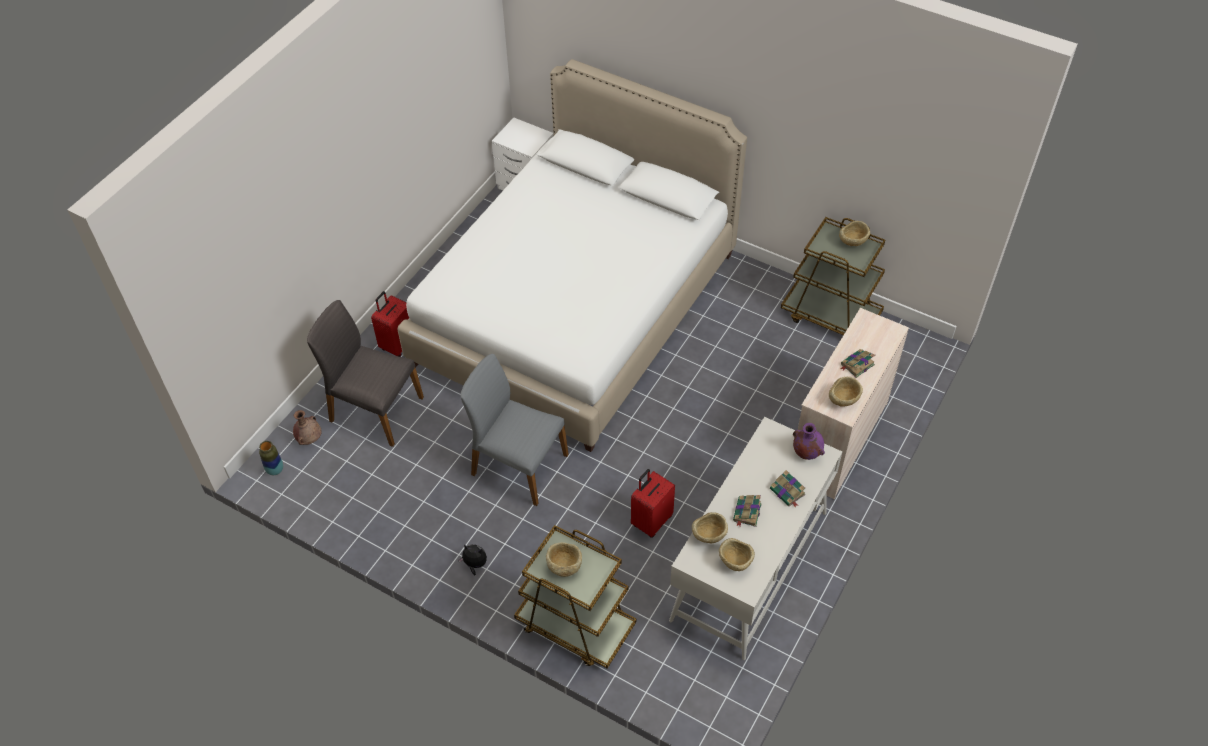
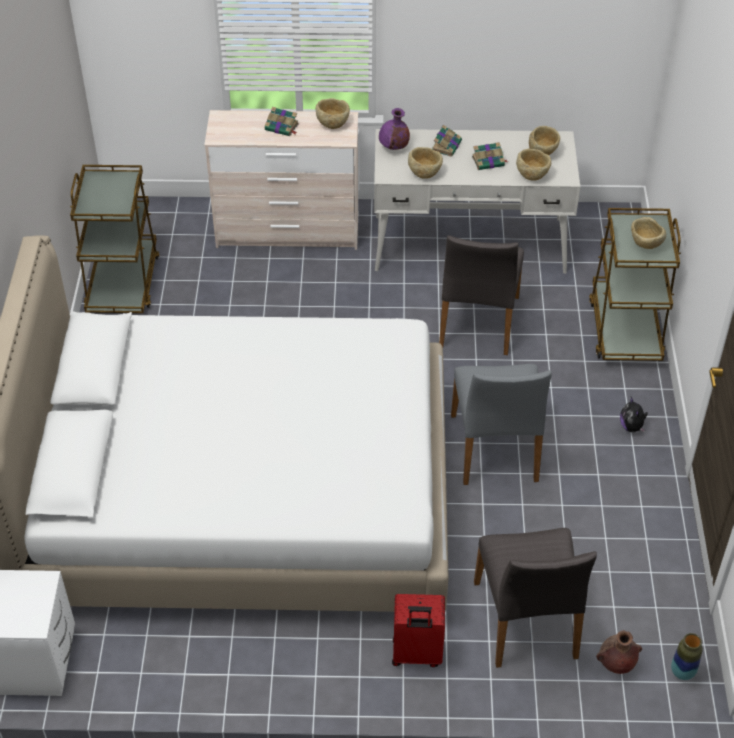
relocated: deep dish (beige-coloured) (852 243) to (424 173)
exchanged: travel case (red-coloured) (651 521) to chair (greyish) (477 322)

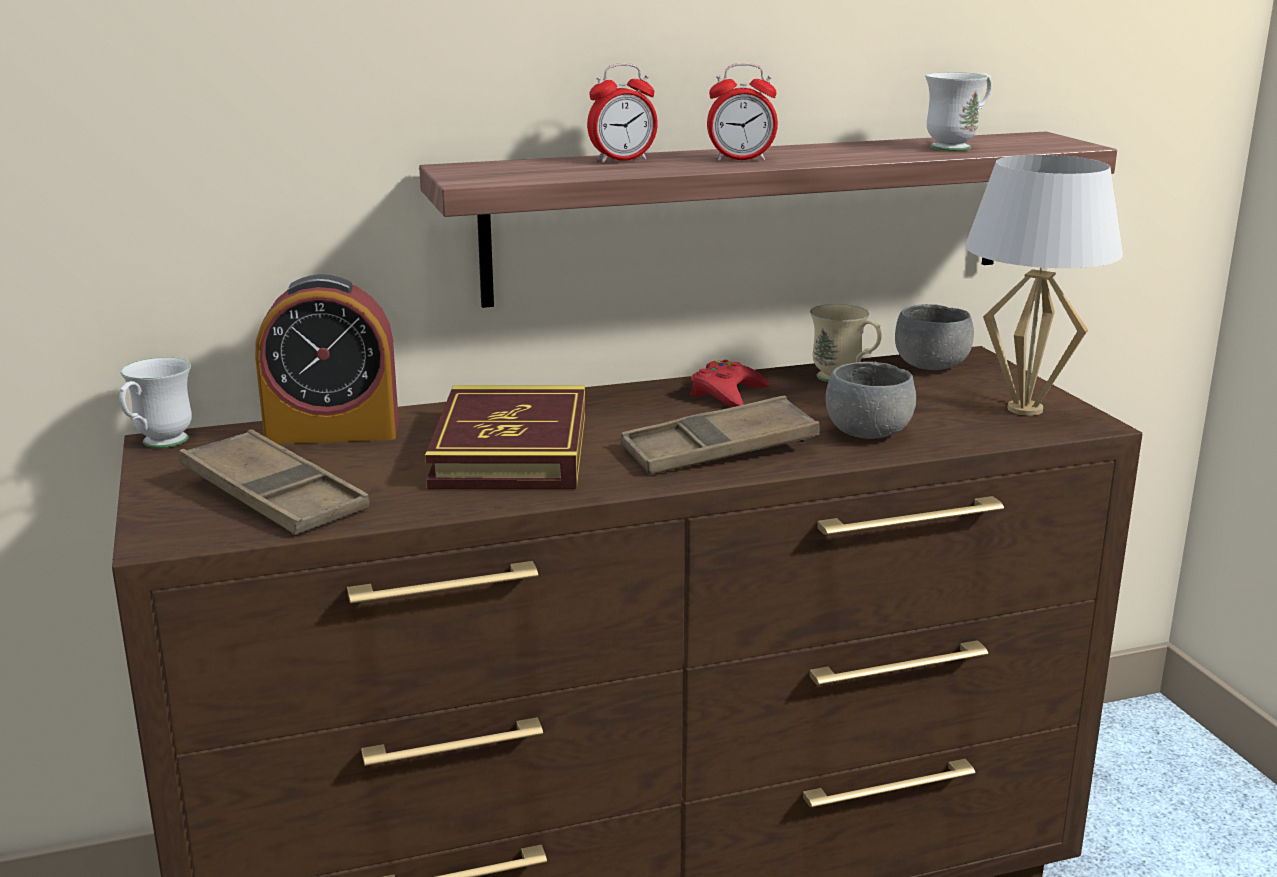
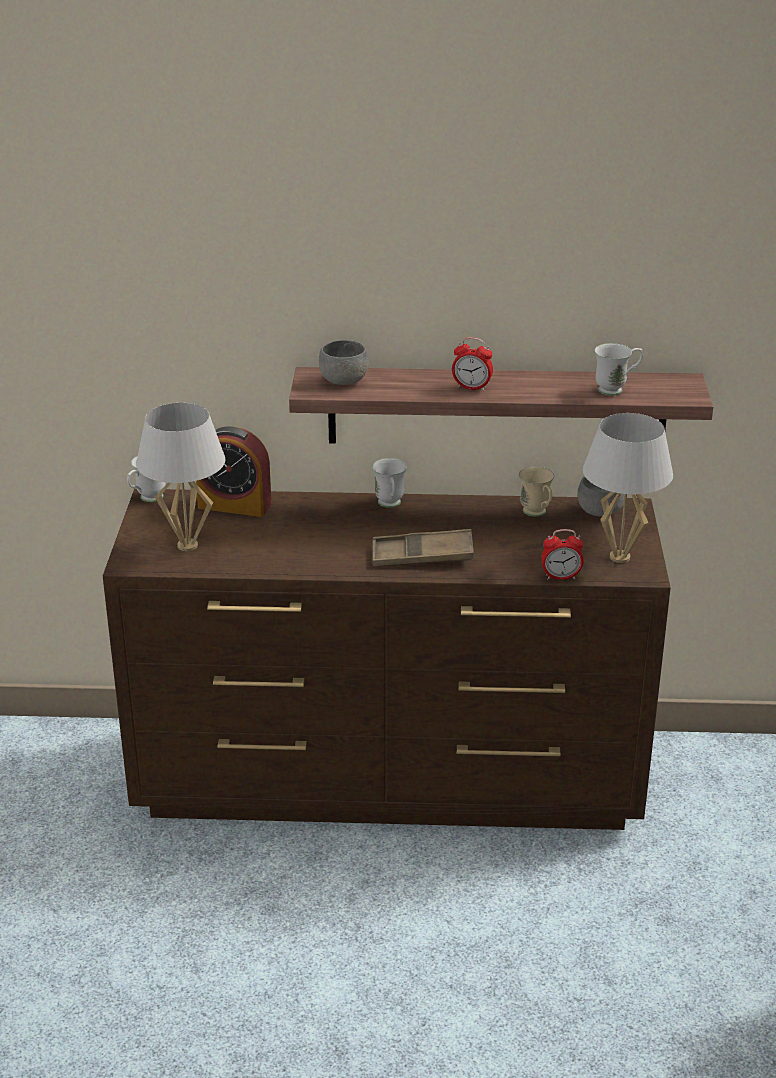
missing: gamepad (red-coloured) (727 393); volume (511 449)
appeared: mug (white-coloured) (390 505)
relocated: bedside clock (622 160) to (561 577); deep dish (greyish) (868 433) to (344 381)
exchanged: tray (brownish) (274 496) to lamp for a table (white-coloured) (187 546)

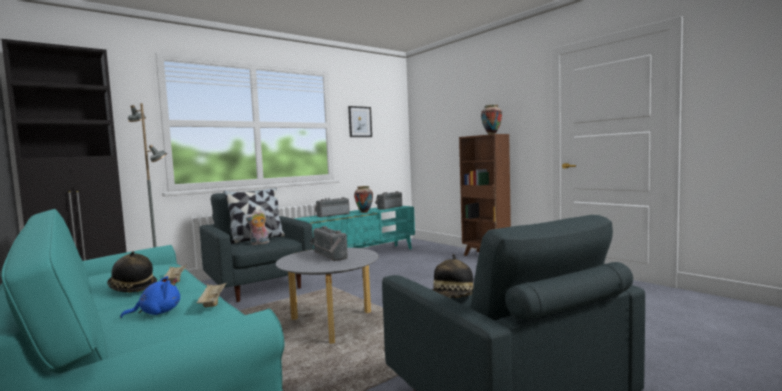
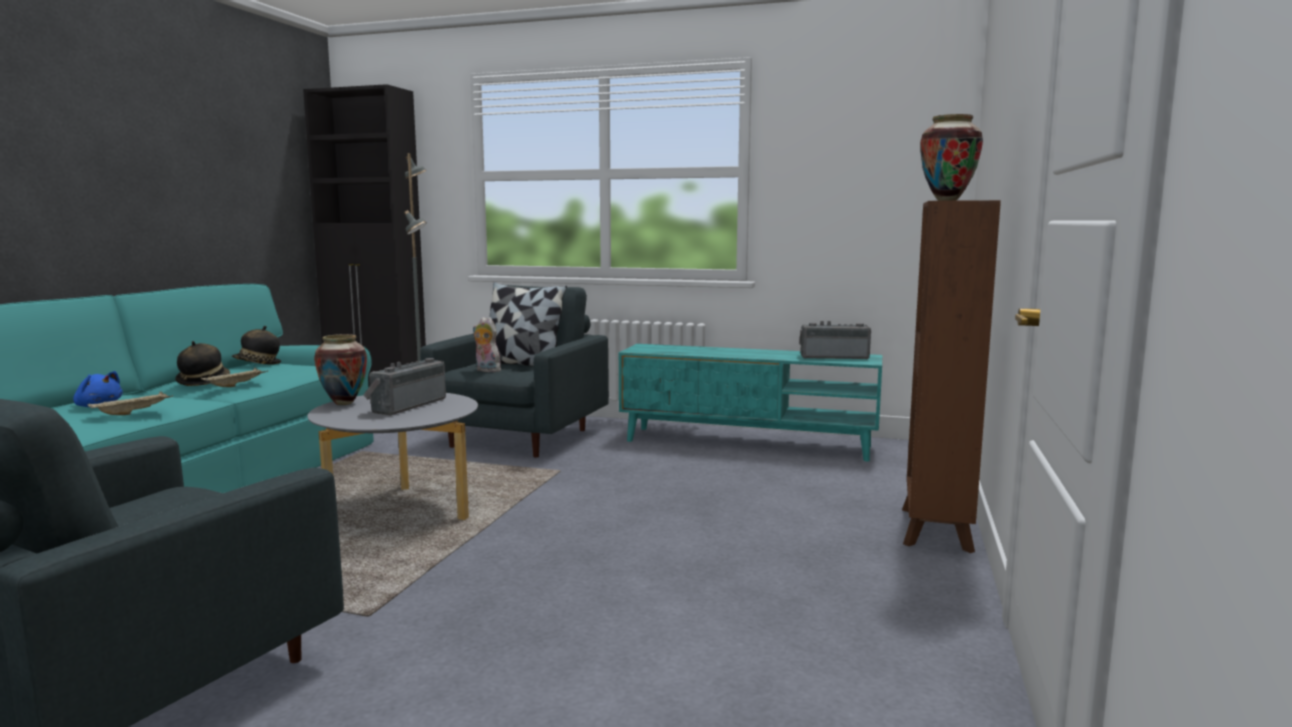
missing: picture (360 122); radio set (332 215)
relocated: flower vase (364 212) to (343 403); clothing hat (453 299) to (257 364)

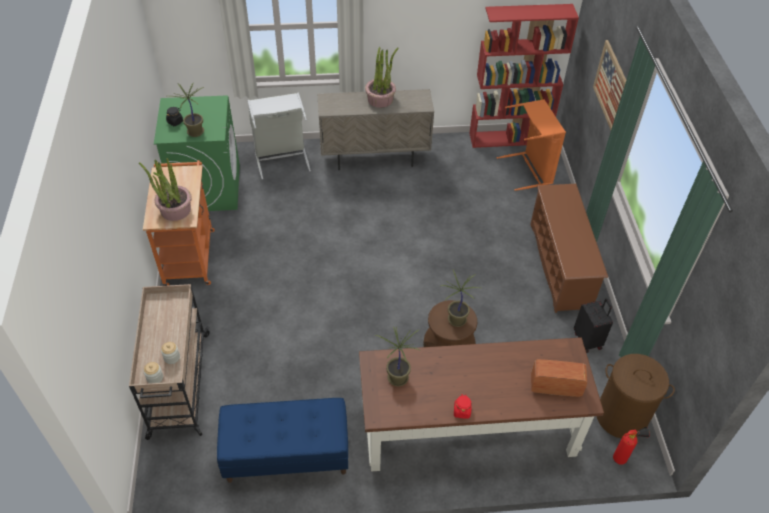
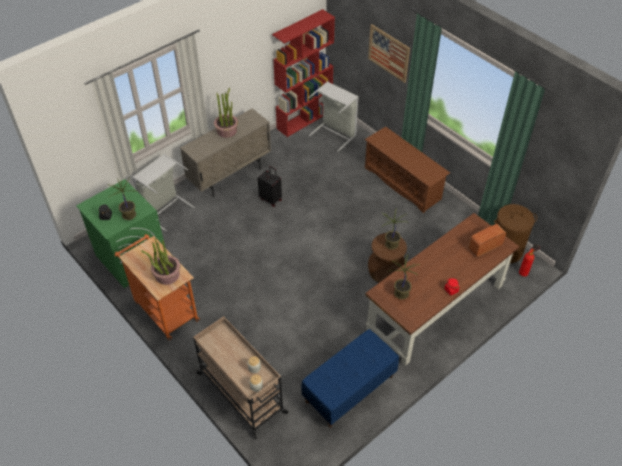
relocated: travel case (blackish) (588 340) to (271 199)
colour: hamper (orange) (530 170) to hamper (greyish) (335 133)

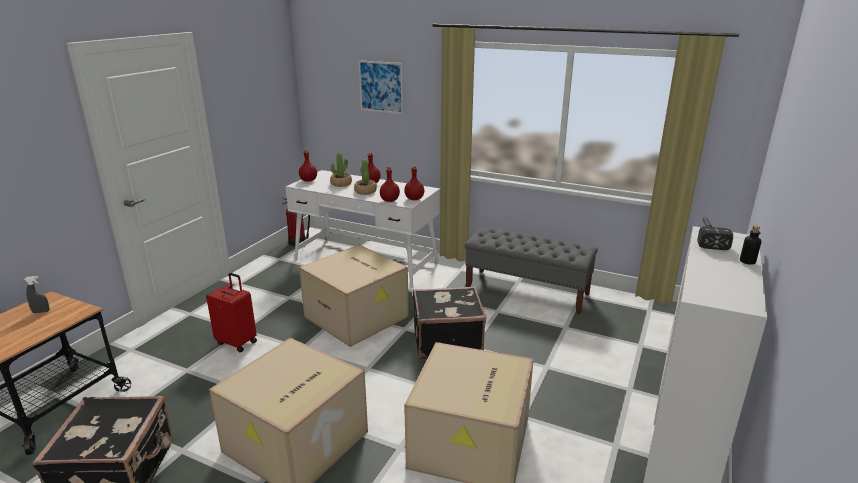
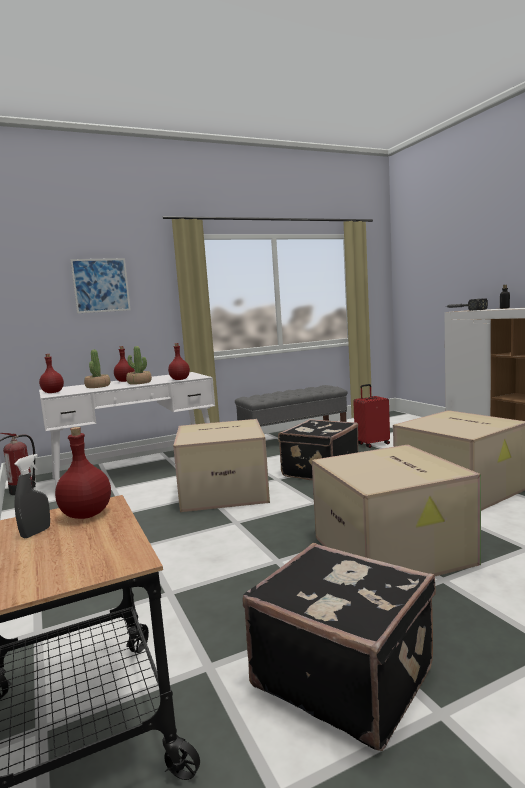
relocated: beverage bottle (red-coloured) (414 199) to (87 515); travel case (red-coloured) (237 342) to (372 444)

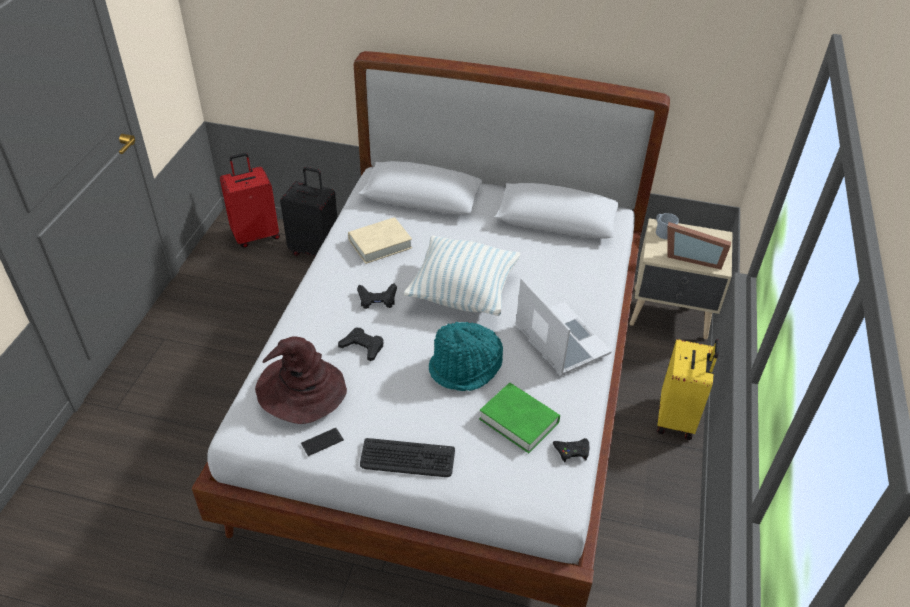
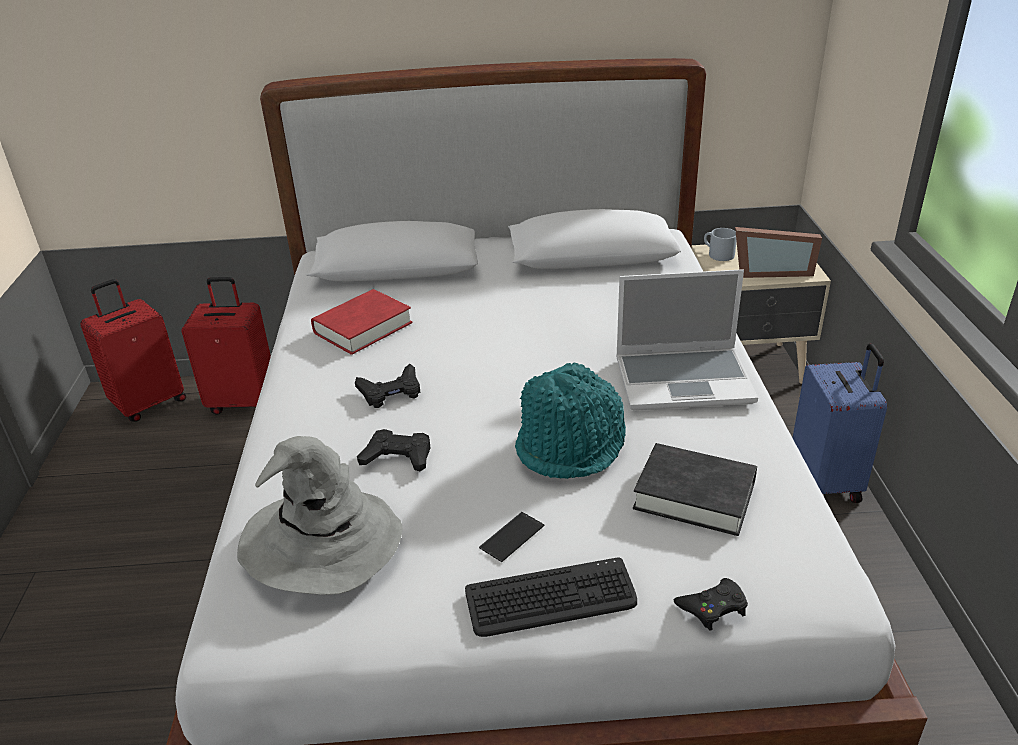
missing: throw pillow (463 293)
relocated: handset (322 442) to (512 537); gamepad (blackish) (572 451) to (713 607)
colour: travel case (blackish) (315 250) to travel case (red-coloured) (244 401); volume (beige-coloured) (380 244) to volume (red-coloured) (363 328); clothing hat (brownish) (300 390) to clothing hat (greyish) (319 544); travel case (yellow) (677 418) to travel case (blue) (827 481); volume (green) (519 421) to volume (blackish) (694 495)
spun: laptop (559 340) = (685 380) 135 degrees clockwise

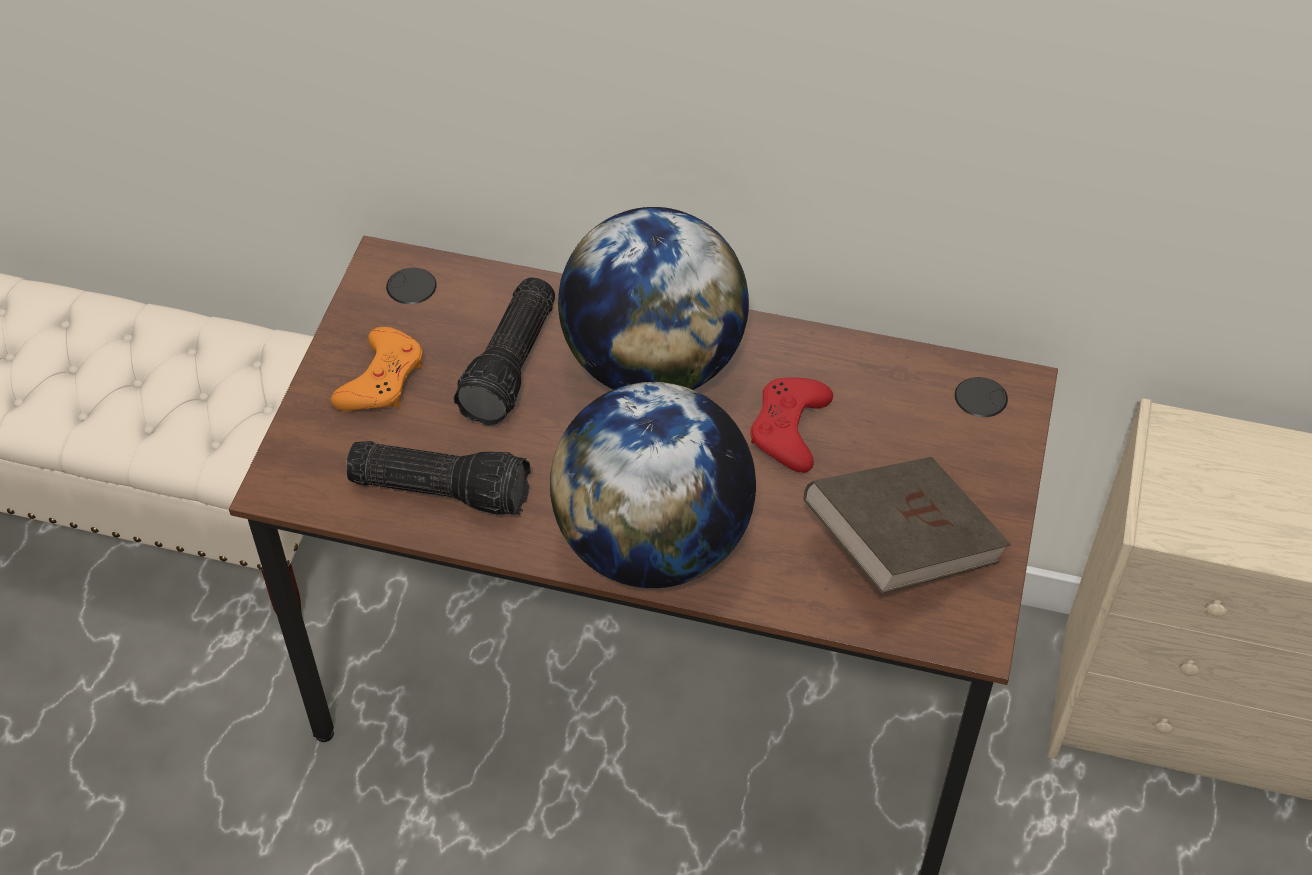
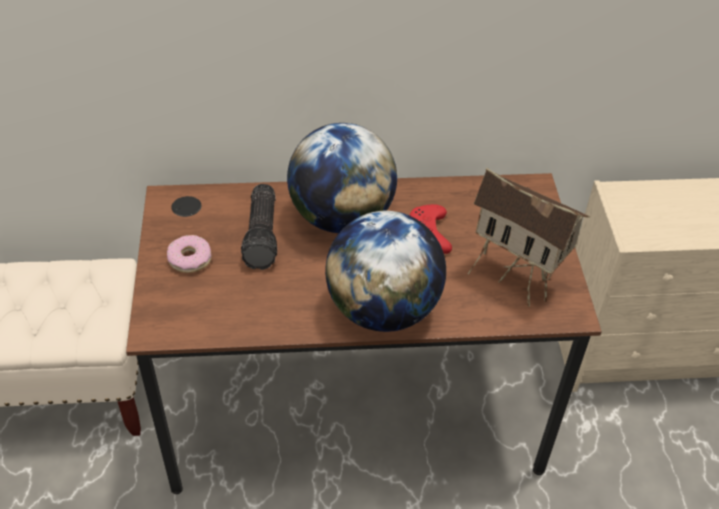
missing: flashlight (443 488)
exchanged: gamepad (orange) (382 379) to doughnut (190 259); volume (brownish) (901 547) to miniature house (515 279)

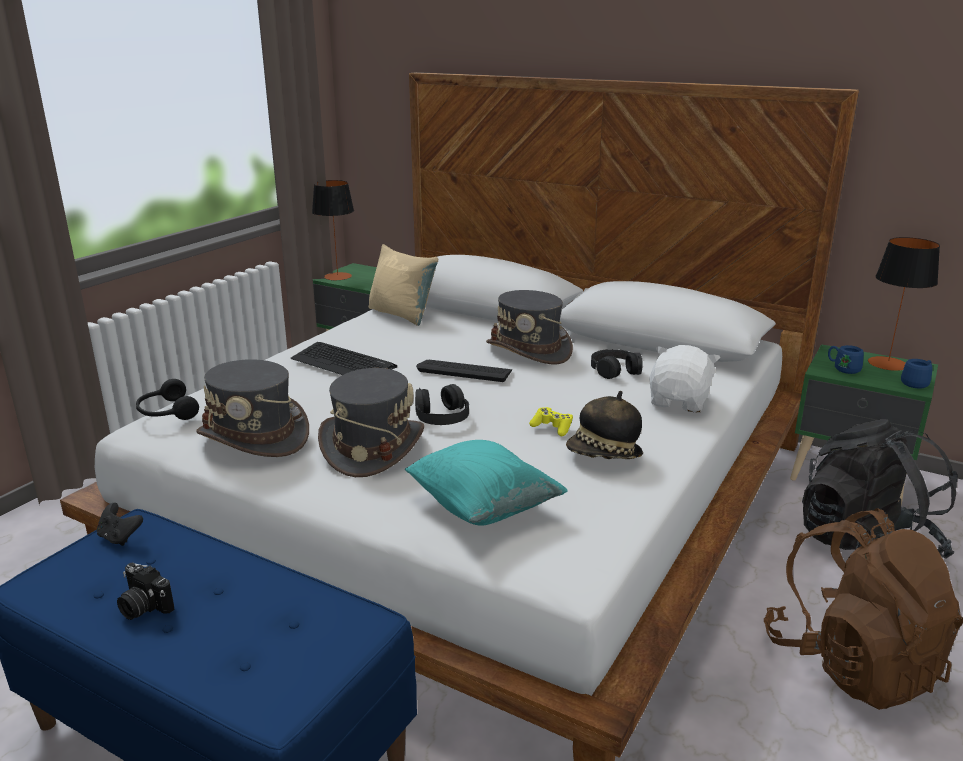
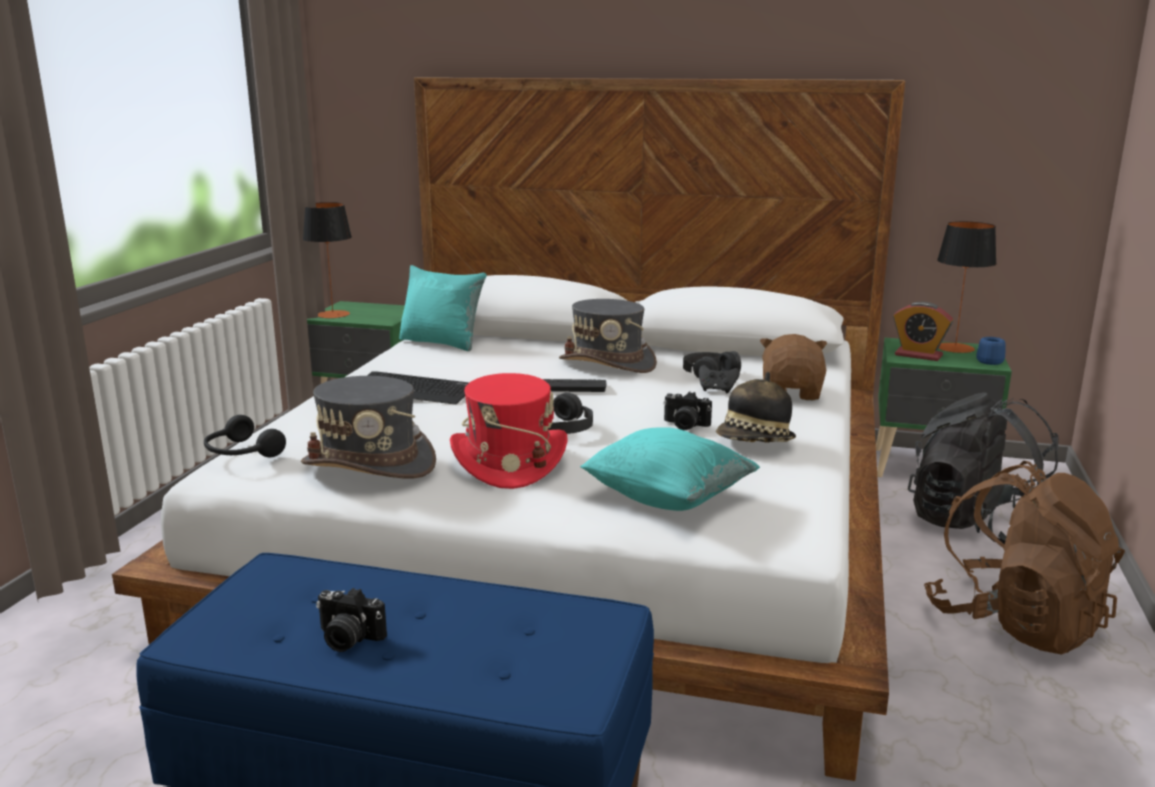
relocated: gamepad (blackish) (120 537) to (717 390)
exchanged: mug (blue) (842 369) to bedside clock (918 355); gamepad (yellow) (552 427) to still camera (685 425)
colour: throw pillow (beige-coloured) (402 314) to throw pillow (blue-green) (442 343); soft toy (white-coloured) (680 401) to soft toy (brownish) (792 393); clothing hat (greyish) (372 447) to clothing hat (red-coloured) (508 461)

